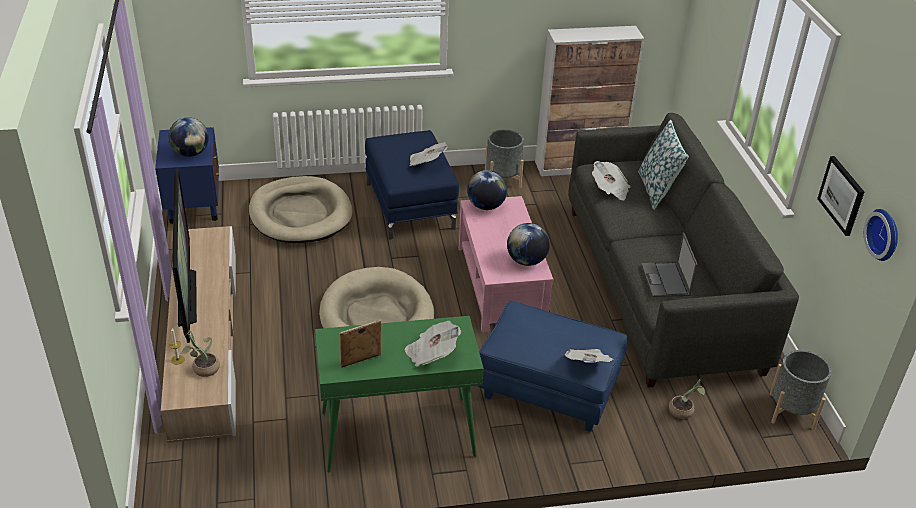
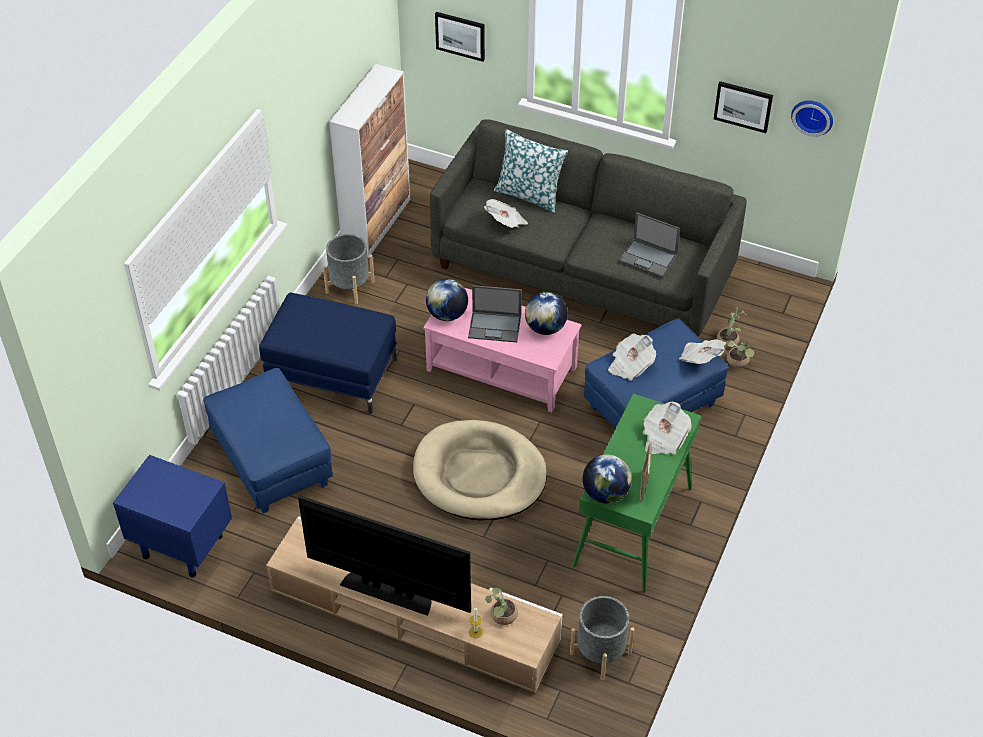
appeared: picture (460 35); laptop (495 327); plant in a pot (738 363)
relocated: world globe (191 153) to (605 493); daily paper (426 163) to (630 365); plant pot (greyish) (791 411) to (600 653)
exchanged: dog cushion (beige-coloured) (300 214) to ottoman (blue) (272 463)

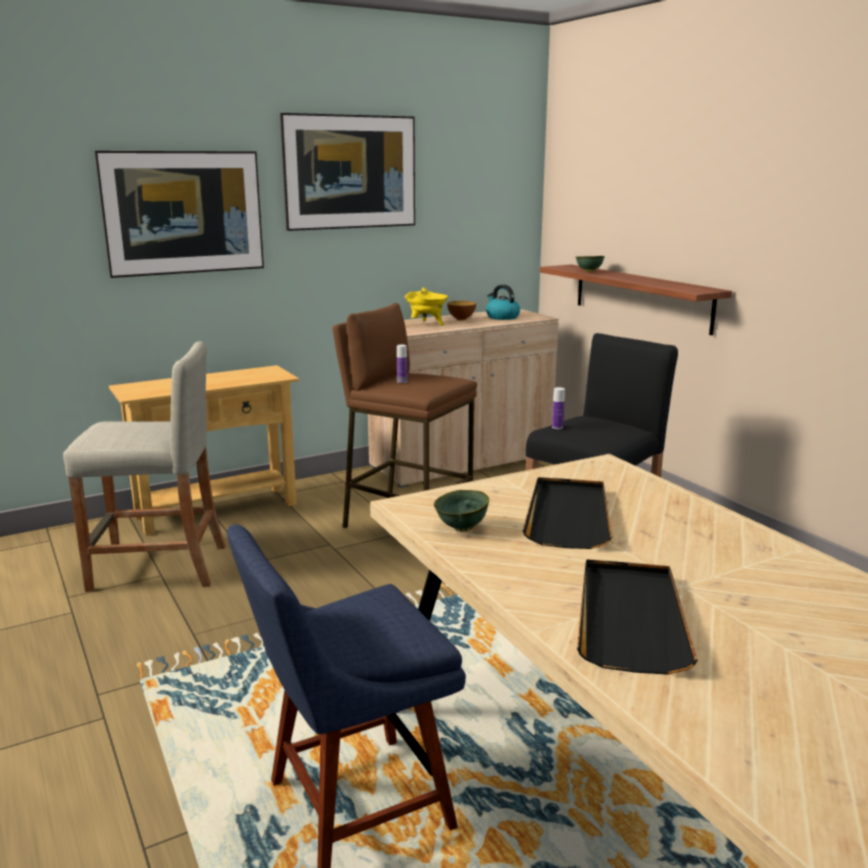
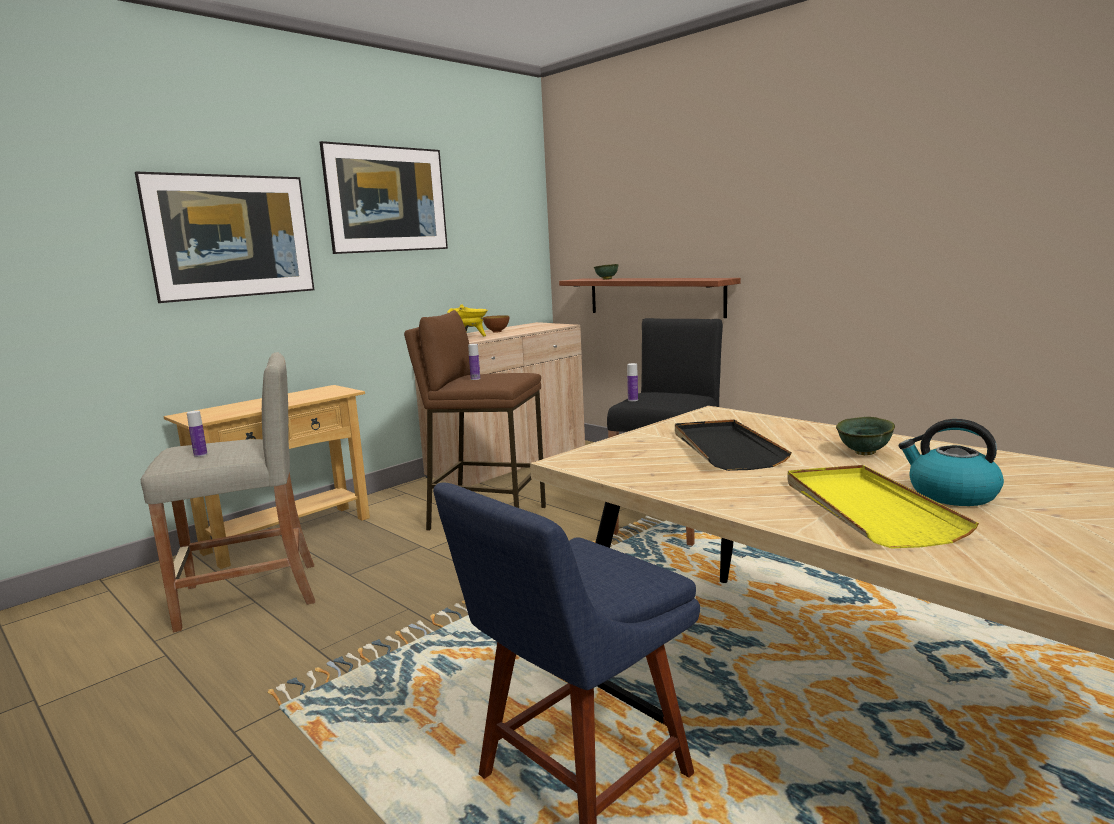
appeared: beverage bottle (200 455)
relocated: water kettle (502 317) to (951 494); deep dish (green) (462 528) to (865 453)
colour: tray (blackish) (630 618) to tray (yellow) (867 509)

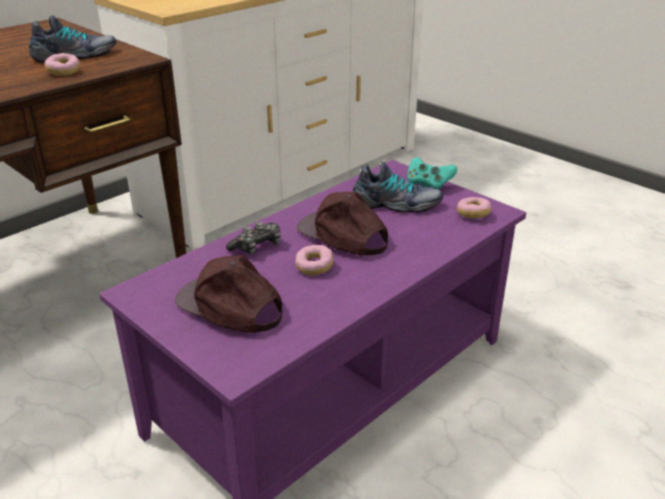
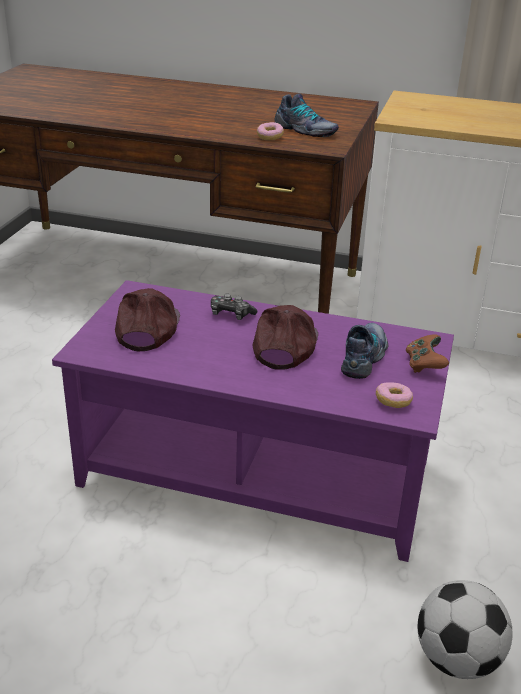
missing: doughnut (314 267)
appeared: football (457 660)
colour: gamepad (blue-green) (428 184) to gamepad (brownish) (424 365)
spun: shoe (396 204) = (364 357) 135 degrees counterclockwise

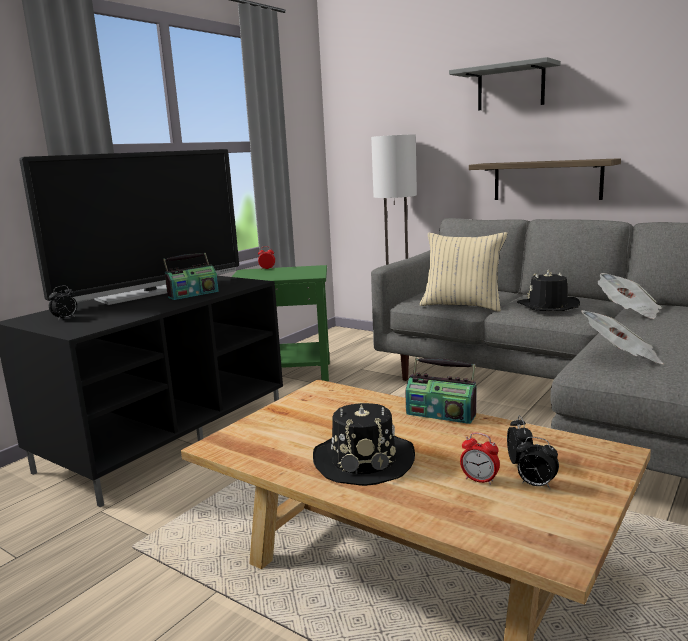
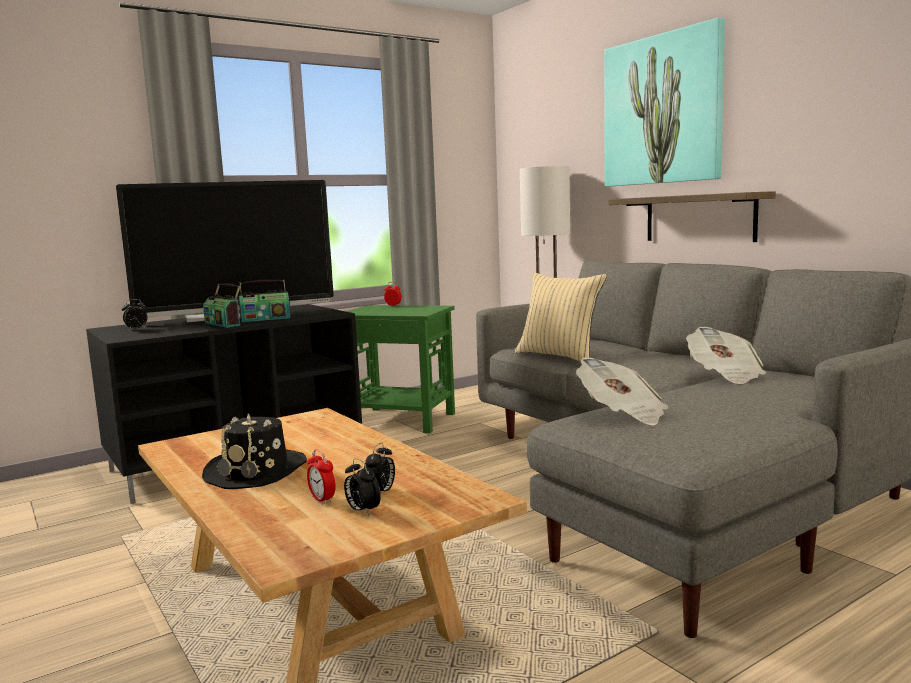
missing: clothing hat (blackish) (547 306)
relocated: radio set (441 414) to (223 324)
exchanged: shelf (greyish) (510 87) to picture (662 110)

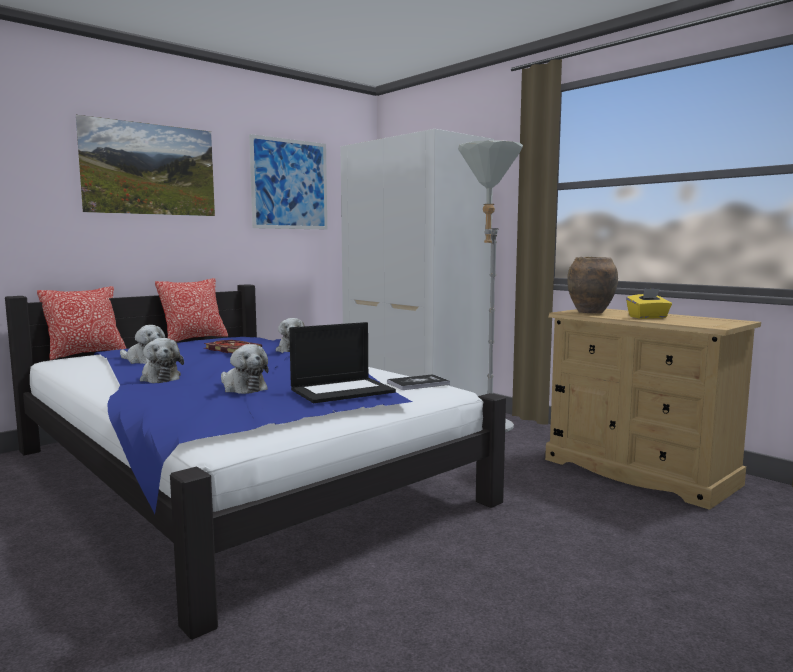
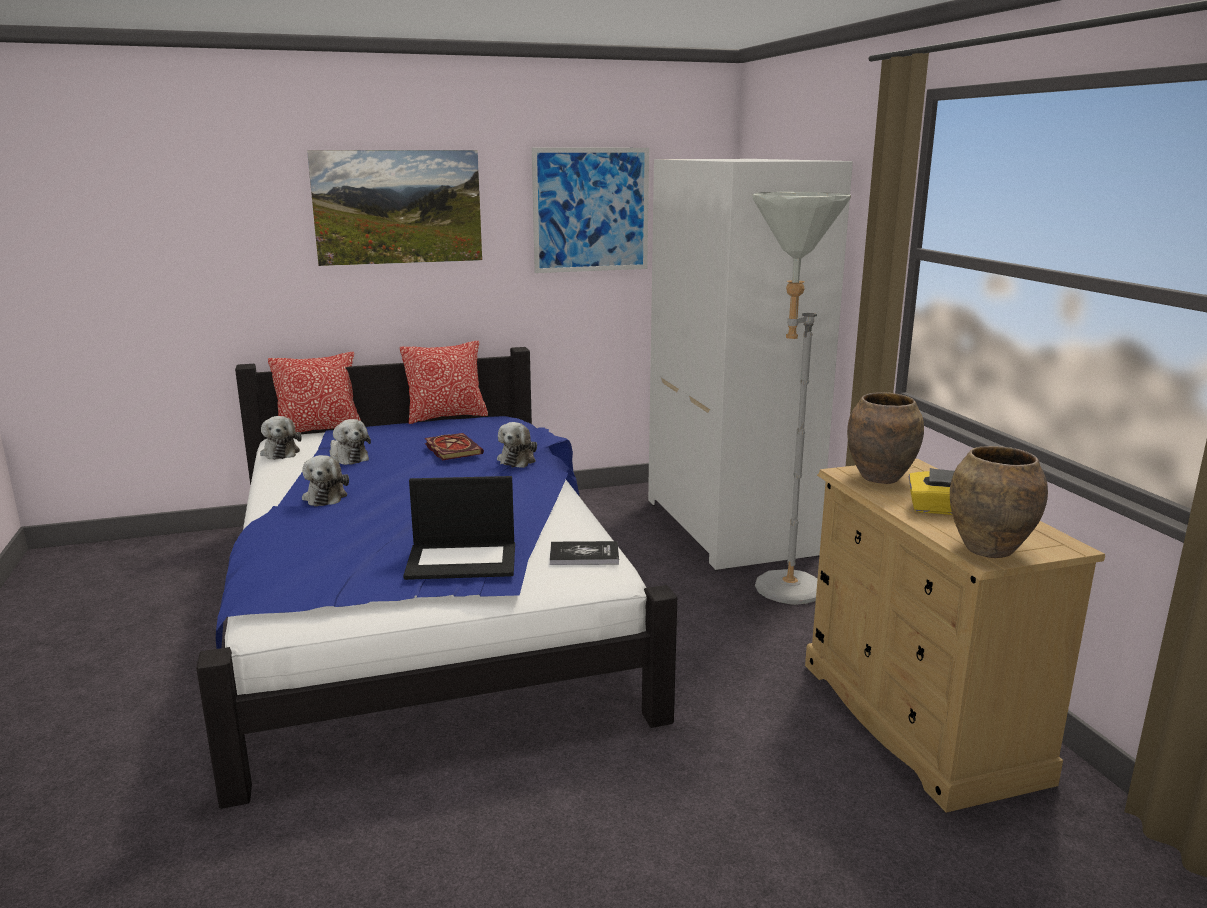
appeared: flower vase (brownish) (987 549)
relocated: soft toy (243 388) to (280 452)

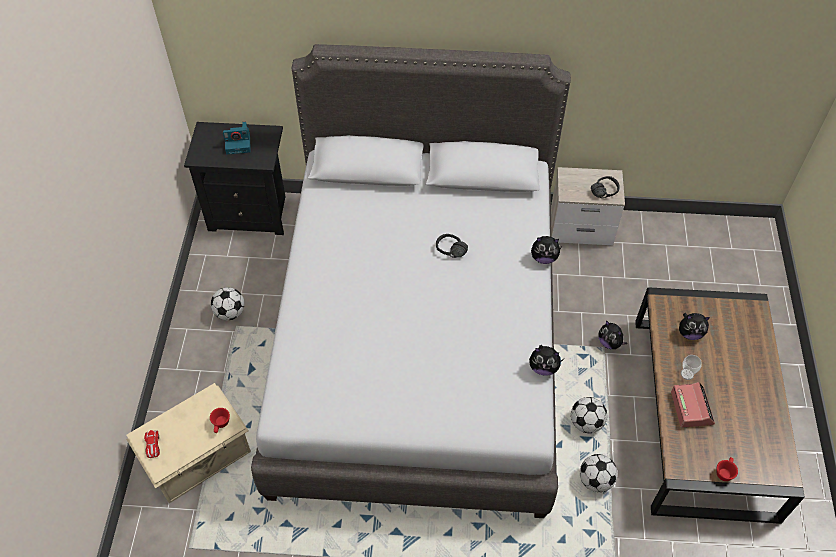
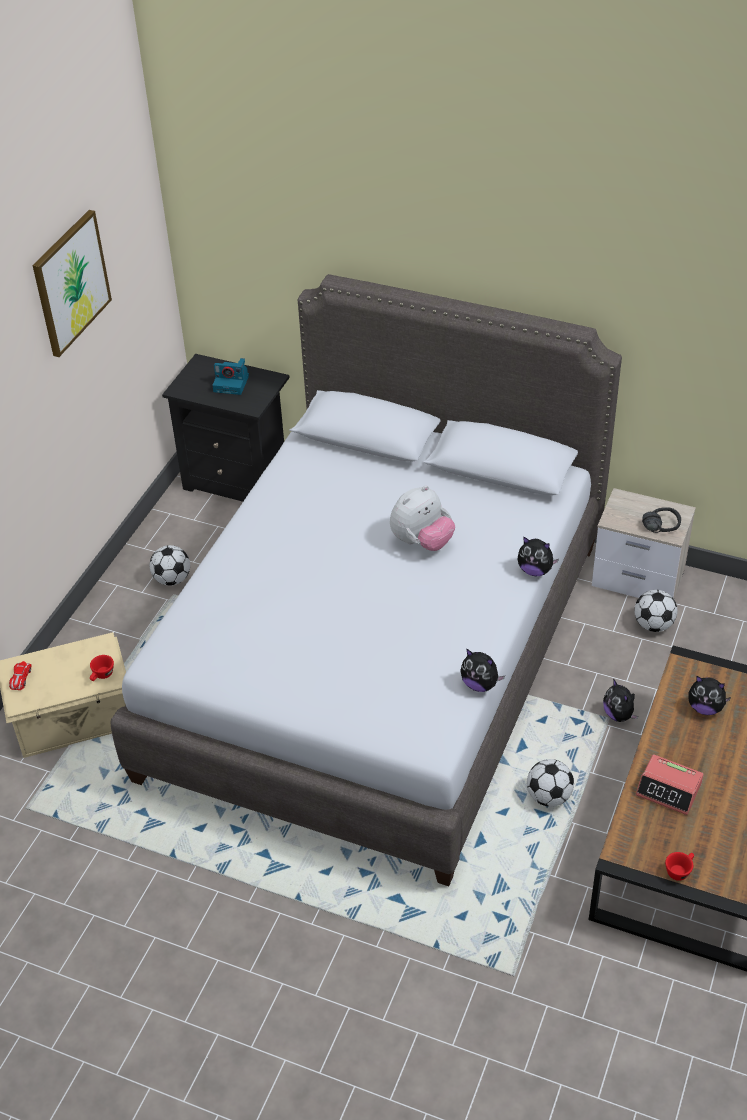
missing: drinking cup (687 374)
appeared: picture (71 282)
relocated: football (595 480) to (653 625)
exchanged: pair of headphones (blackish) (449 253) to soft toy (422 542)
spun: bedside clock (691 407) = (669 790) 105 degrees clockwise

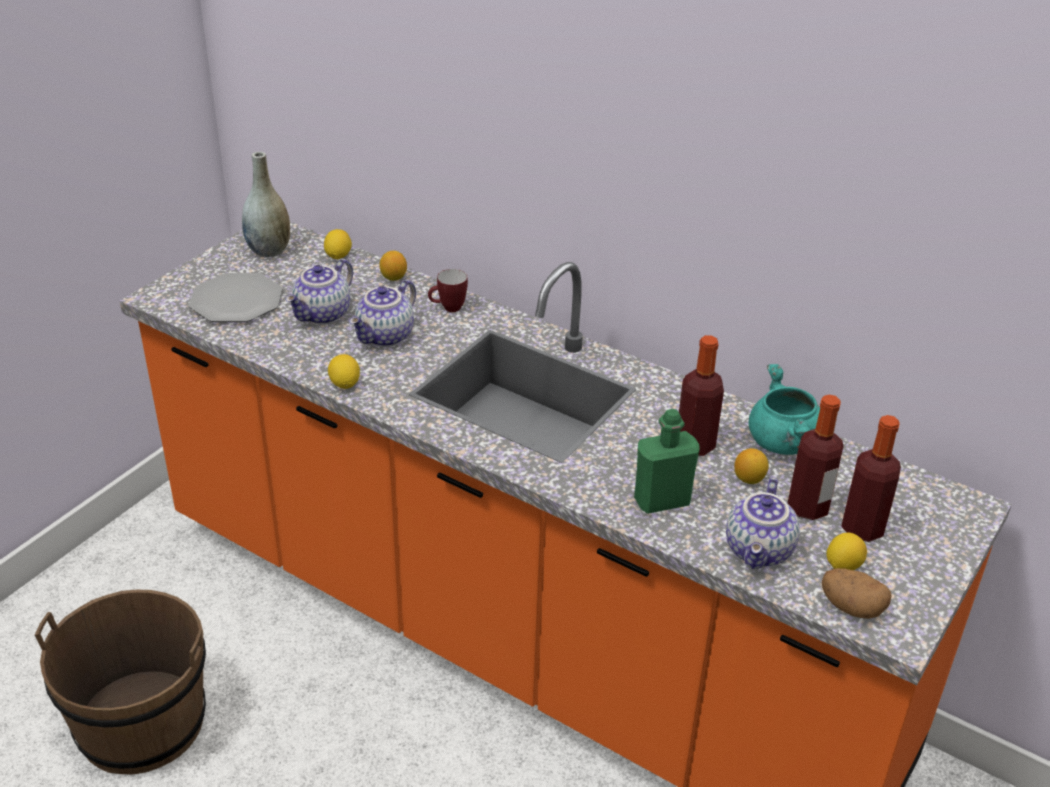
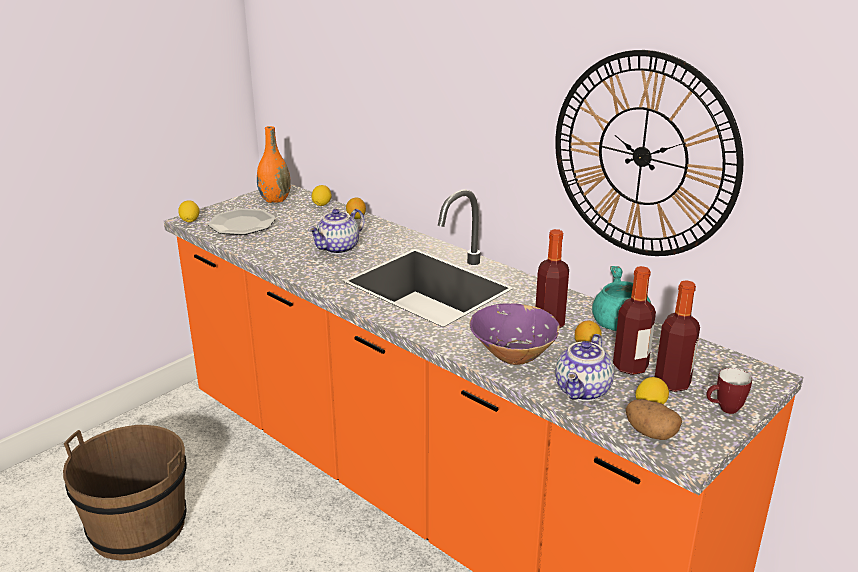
missing: pot for tea (323 315)
appeared: clock on the wall (642 156)
relocated: mug (448 309) to (724 410); lemon (345 384) to (190 221)
exchanged: beverage bottle (green) (662 501) to deep dish (purple-coloured) (513 355)
colour: flower vase (greyish) (269 250) to flower vase (orange) (275 199)

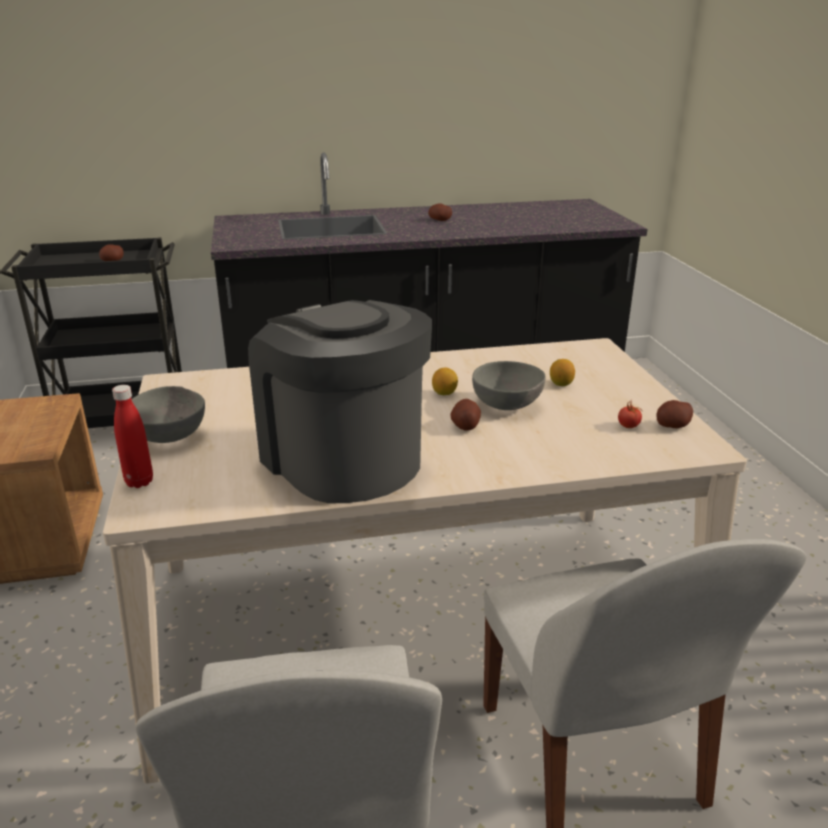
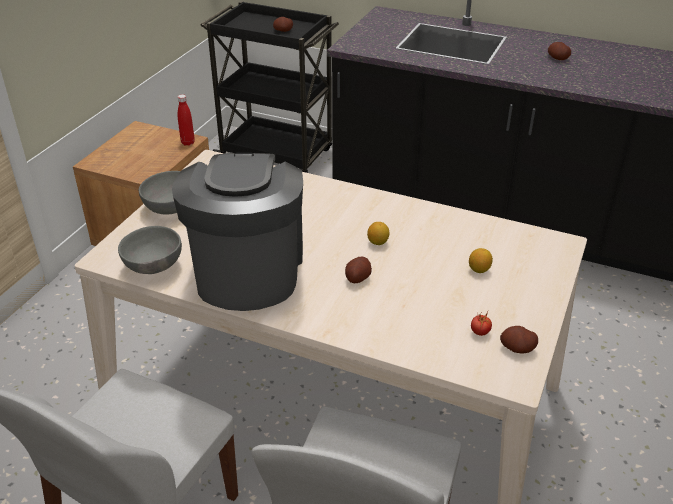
relocated: deep dish (greyish) (508 406) to (153 267); beverage bottle (red-coloured) (139 482) to (188 143)

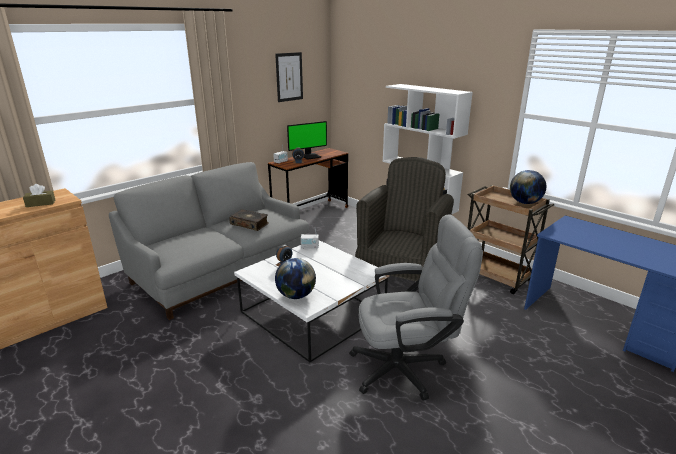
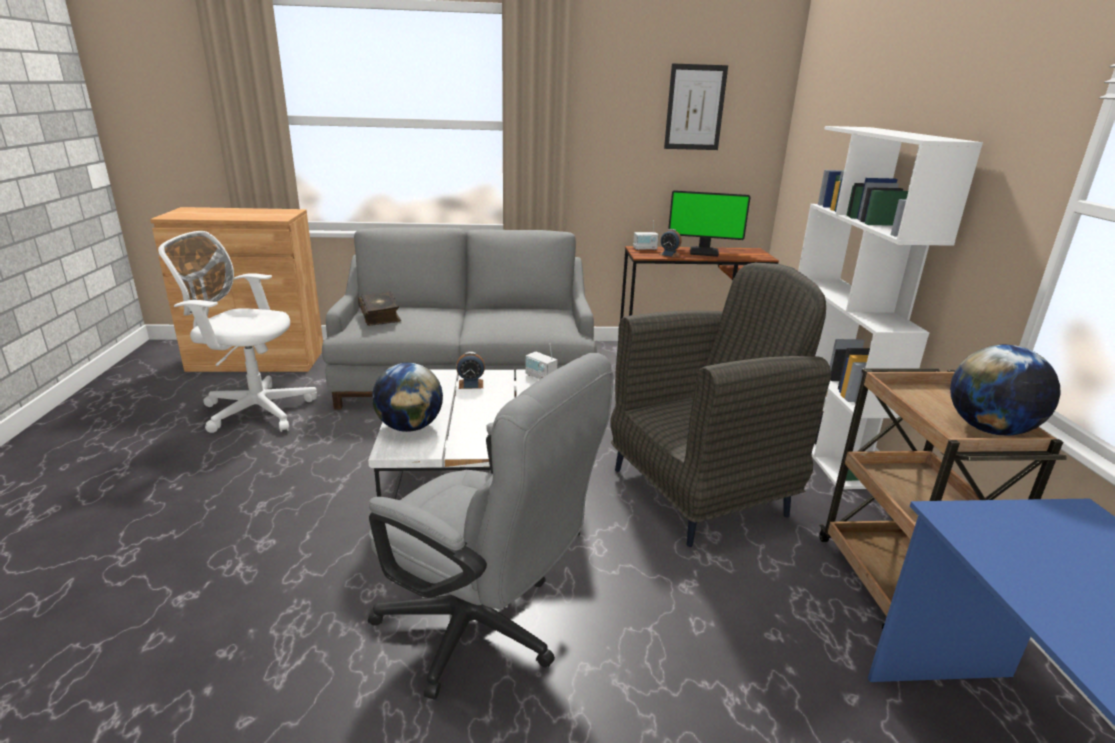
missing: box of tissues (brownish) (40 203)
appeared: computer chair (white-coloured) (254 410)
relocated: volume (250 224) to (380 315)

